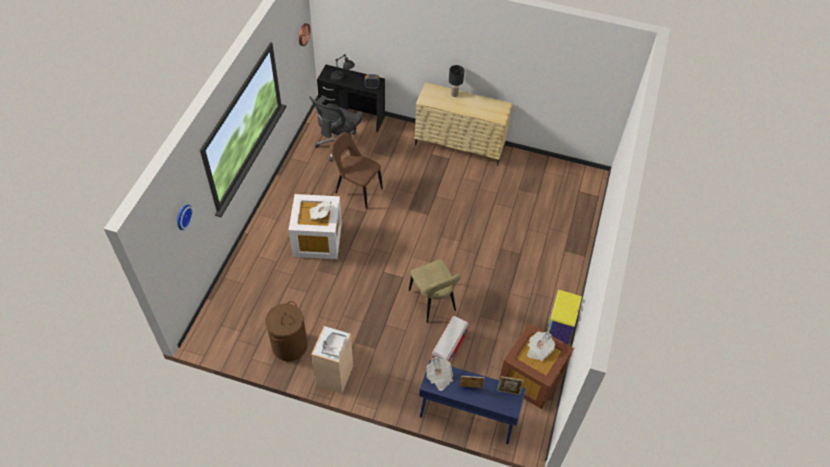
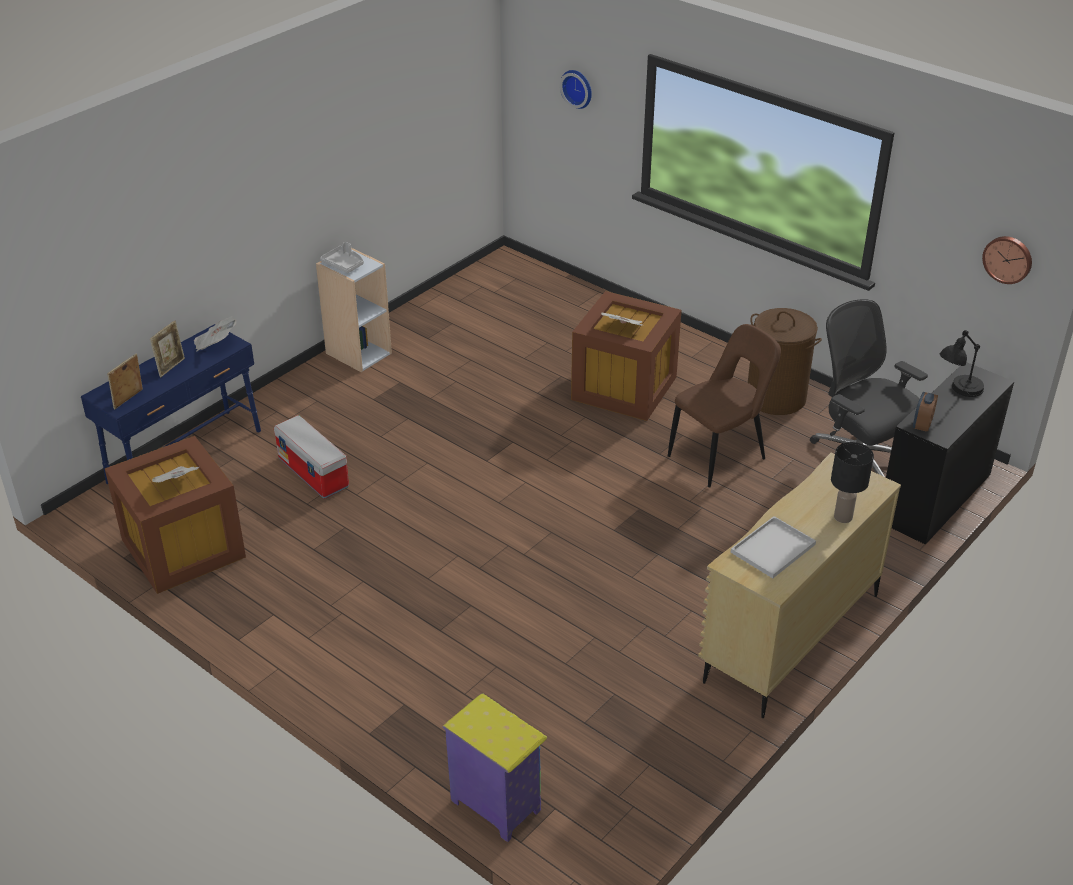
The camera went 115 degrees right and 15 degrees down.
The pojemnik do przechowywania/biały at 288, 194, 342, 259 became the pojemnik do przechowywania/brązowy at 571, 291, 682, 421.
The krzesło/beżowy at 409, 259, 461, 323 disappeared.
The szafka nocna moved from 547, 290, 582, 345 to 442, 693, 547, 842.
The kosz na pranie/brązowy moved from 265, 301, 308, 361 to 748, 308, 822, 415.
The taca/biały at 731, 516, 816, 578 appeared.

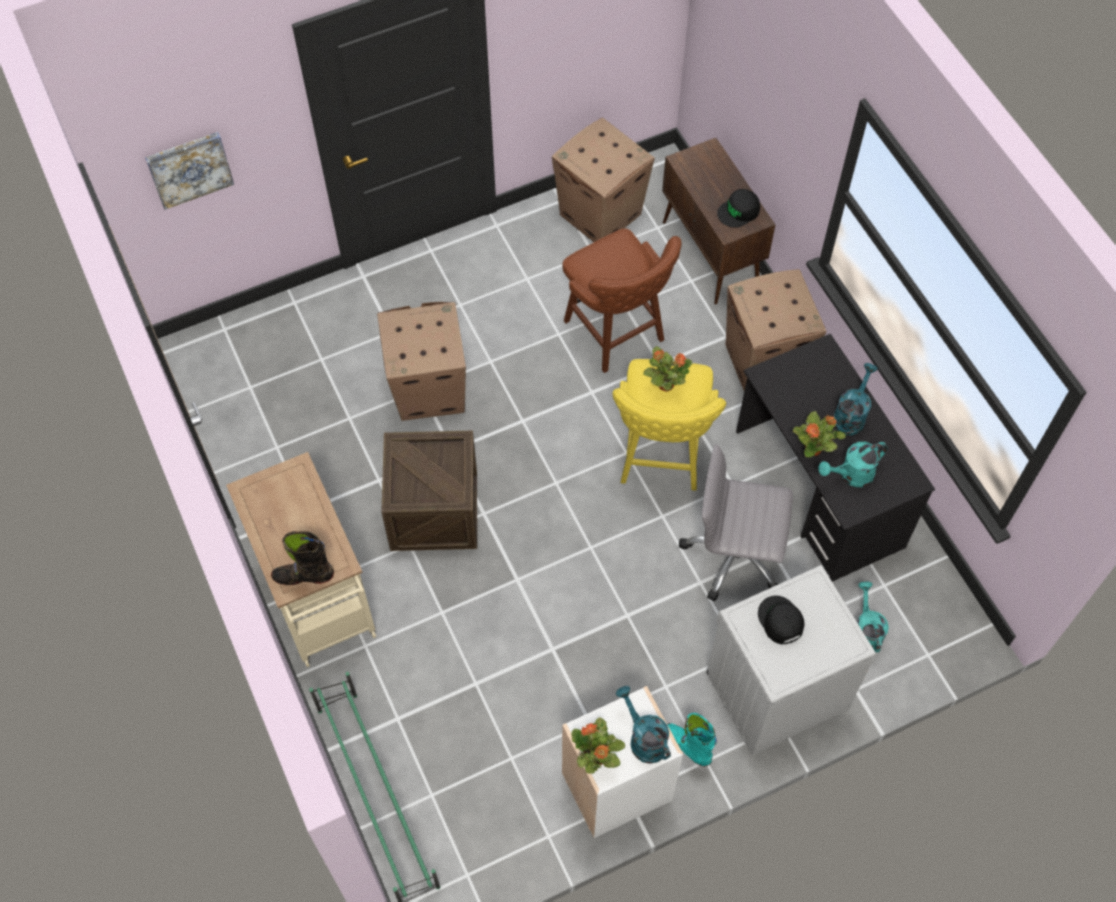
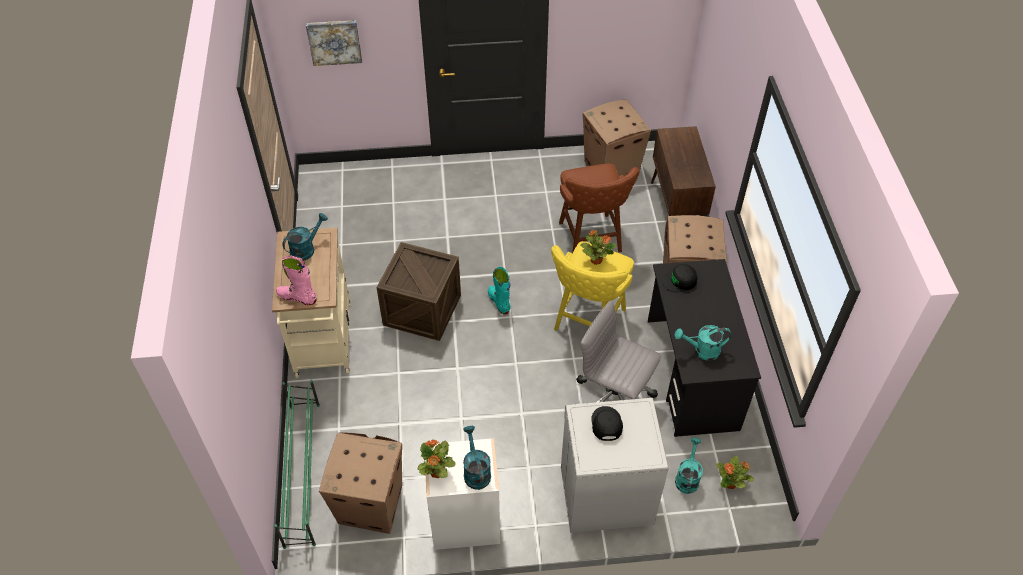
The camera went 20 degrees right and 10 degrees down.
The czapka z daszkiem/czarny moved from 717, 189, 760, 228 to 662, 264, 698, 292.
The karton moved from 377, 302, 466, 421 to 319, 432, 402, 534.
The konewka/turkusowy moved from 833, 363, 878, 435 to 282, 213, 328, 260.
The roślina doniczkowa moved from 793, 411, 846, 457 to 716, 456, 754, 489.
The but z cholewką/czarny at 271, 531, 334, 585 became the but z cholewką/różowy at 276, 255, 316, 305.
The but z cholewką/turkusowy moved from 667, 713, 717, 766 to 488, 267, 511, 314.

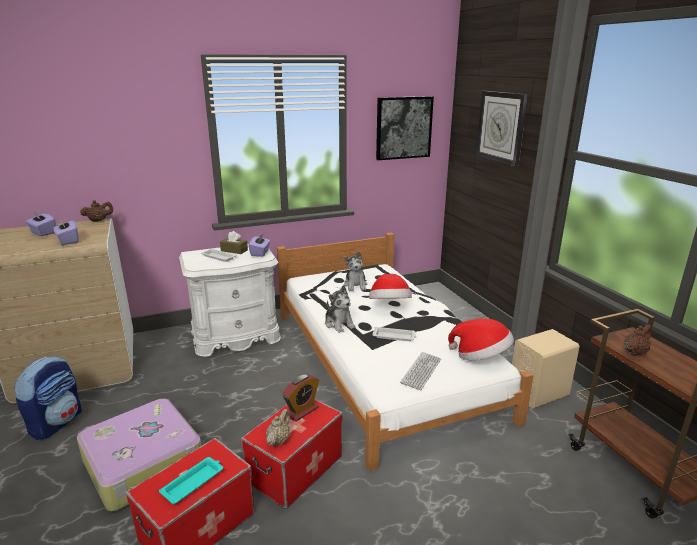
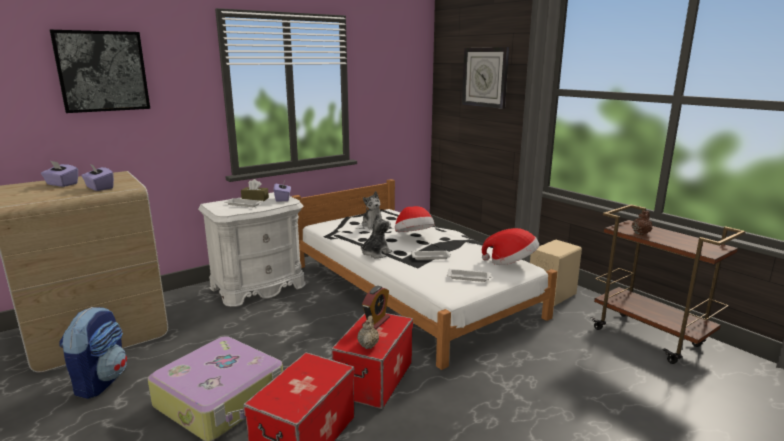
The camera went 15 degrees left and 5 degrees down.
The obraz moved from 376, 96, 434, 160 to 50, 30, 150, 113.
The imbryk/brązowy at 80, 200, 113, 222 disappeared.
The pluszak at 325, 285, 356, 333 turned 90 degrees counterclockwise.
The klawiatura at 400, 352, 441, 390 was replaced by the taca/biały at 447, 268, 491, 282.
The taca/turkusowy at 159, 457, 223, 504 disappeared.

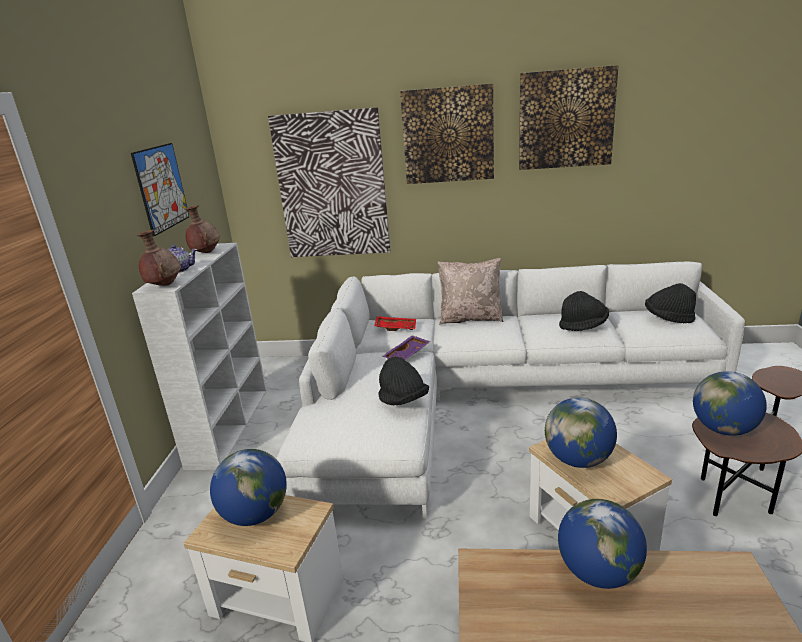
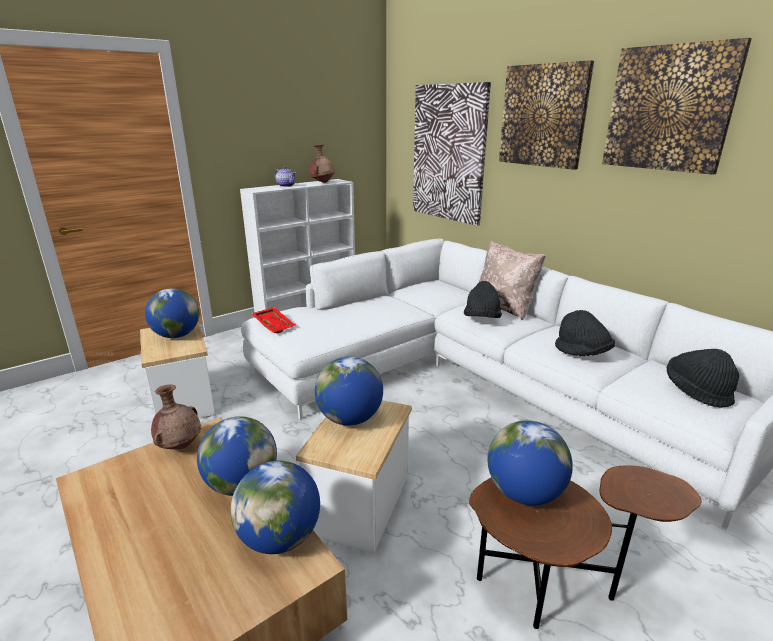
The camera went 45 degrees right and 0 degrees up.
The obraz at 131, 143, 189, 237 disappeared.
The wazon/brązowy moved from 137, 230, 181, 286 to 151, 385, 201, 449.
The taca/czerwony moved from 374, 316, 416, 331 to 251, 307, 295, 333.
The taca/fioletowy at 383, 335, 430, 360 disappeared.
The kapelusz/czarny moved from 378, 357, 429, 405 to 464, 281, 502, 318.
The globus at 230, 461, 320, 554 appeared.

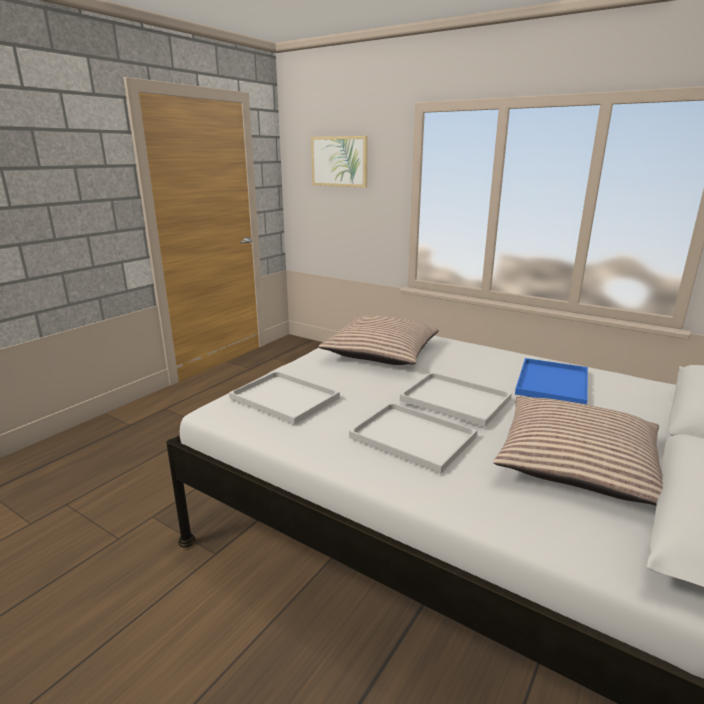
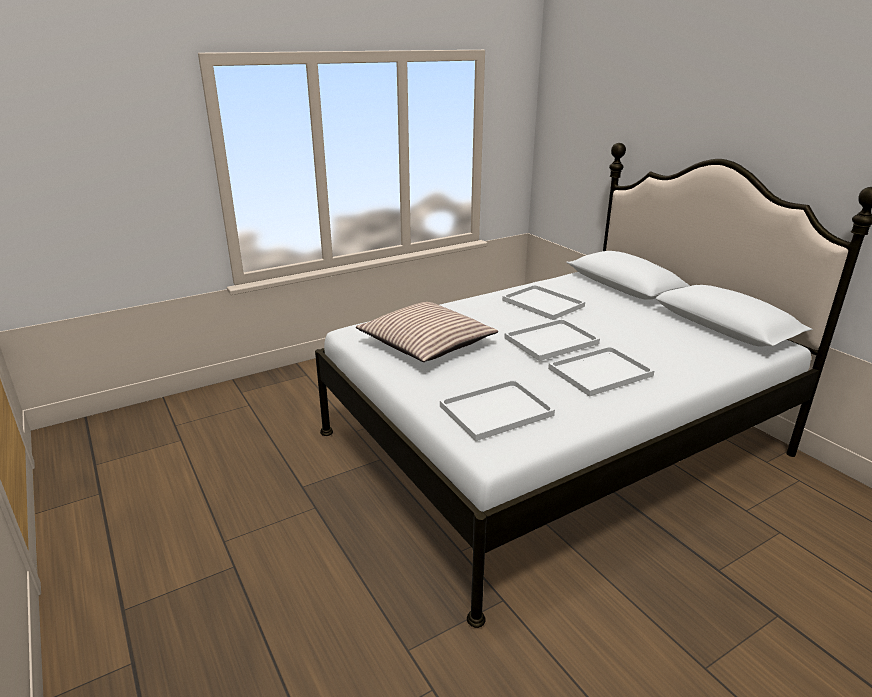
The camera went 65 degrees left and 5 degrees up.
The obraz at 311, 136, 368, 188 disappeared.
The taca/niebieski at 515, 358, 588, 405 became the taca/biały at 502, 284, 585, 320.
The poduszka at 493, 396, 663, 506 disappeared.

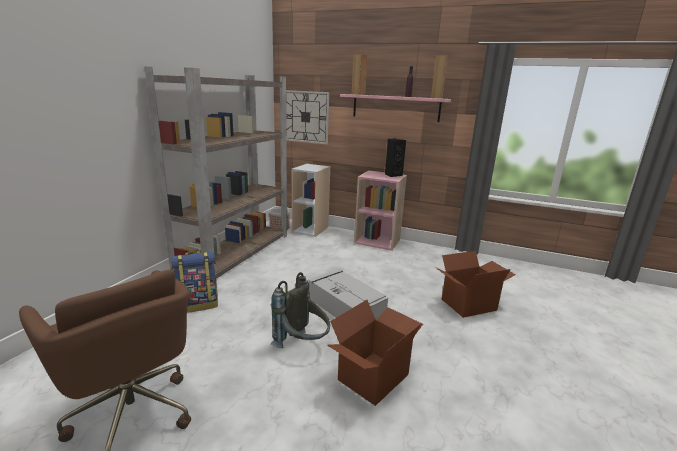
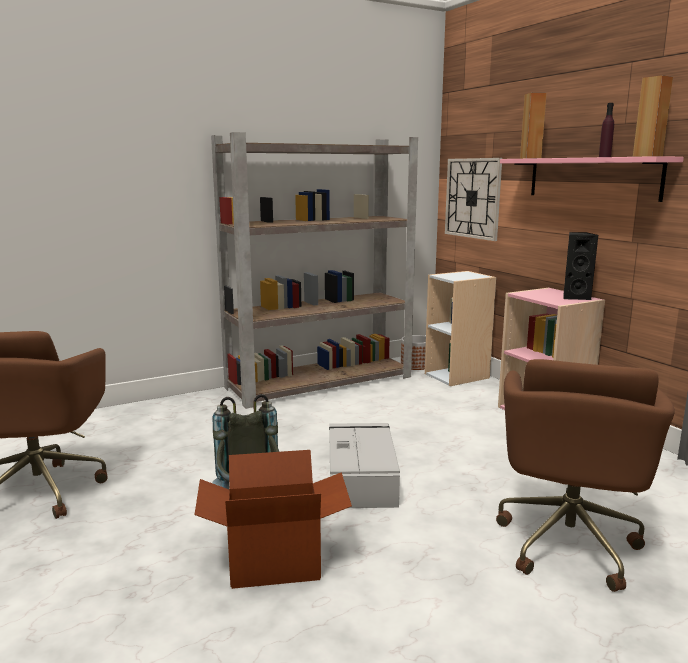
The camera went 40 degrees right and 5 degrees down.
The plecak at 171, 251, 218, 313 disappeared.
The karton at 435, 251, 516, 318 was replaced by the krzesło biurowe/brązowy at 496, 359, 675, 592.

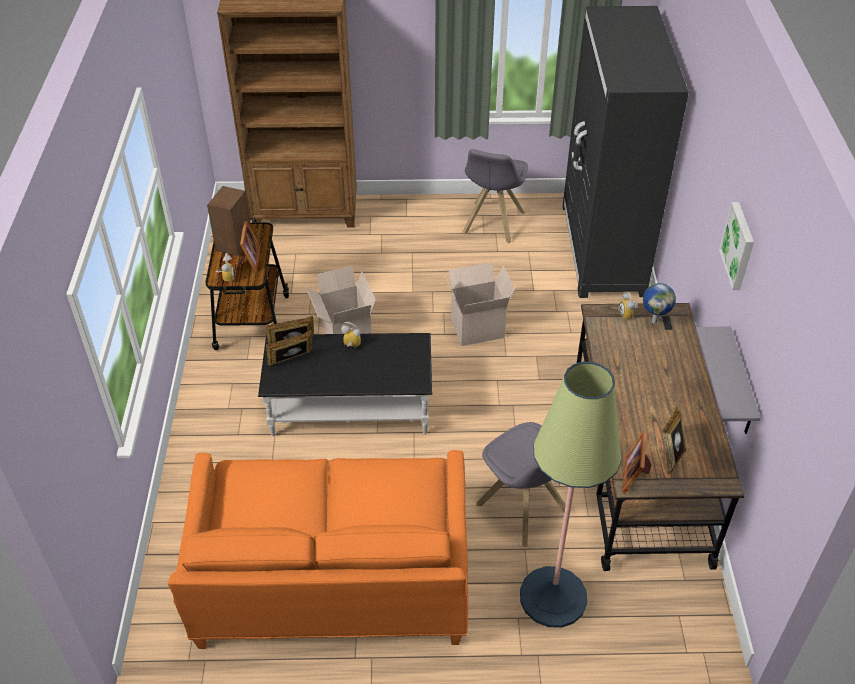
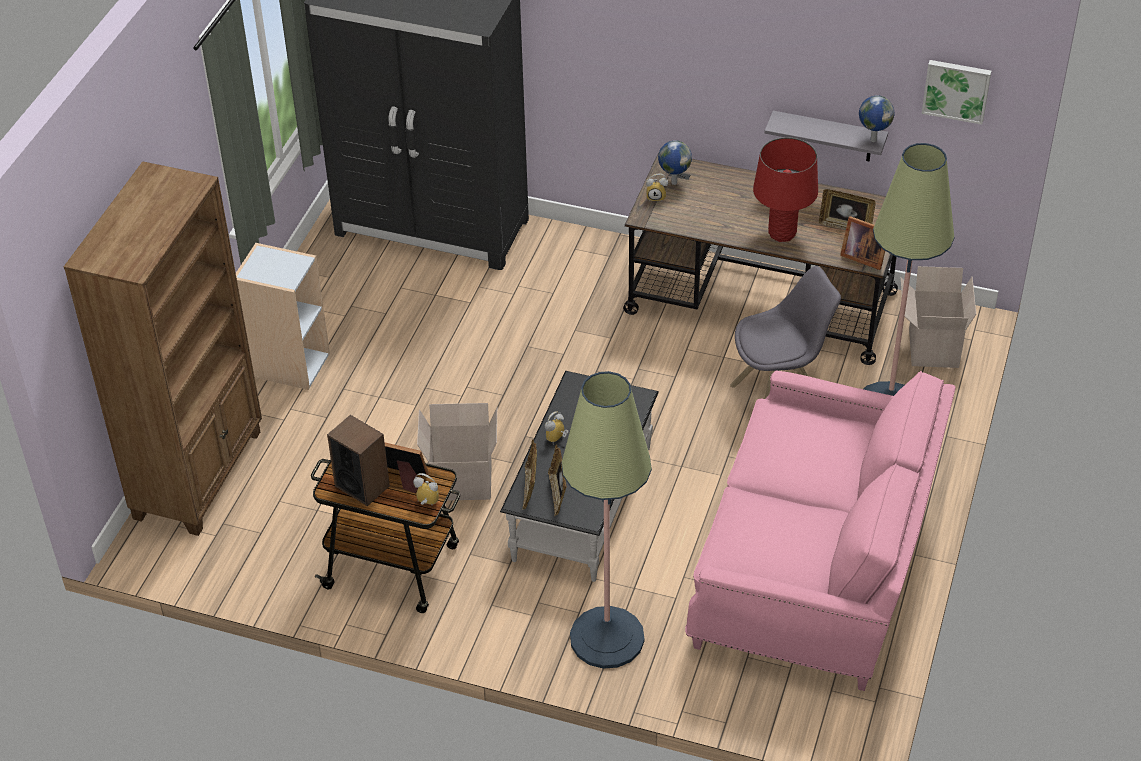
The camera went 70 degrees left and 0 degrees up.
The krzesło/szary at 462, 149, 528, 243 disappeared.
The obraz moved from 719, 202, 754, 290 to 921, 60, 991, 125.
The karton moved from 445, 262, 515, 346 to 901, 266, 976, 368.
The kanapa/pomarańczowy at 168, 450, 468, 649 became the kanapa/różowy at 685, 370, 955, 691.
The globus at 859, 95, 895, 142 appeared.
The lampa stołowa/czerwony at 753, 137, 818, 242 appeared.
The regał at 236, 243, 330, 390 appeared.
The lampa stojąca at 561, 371, 652, 669 appeared.

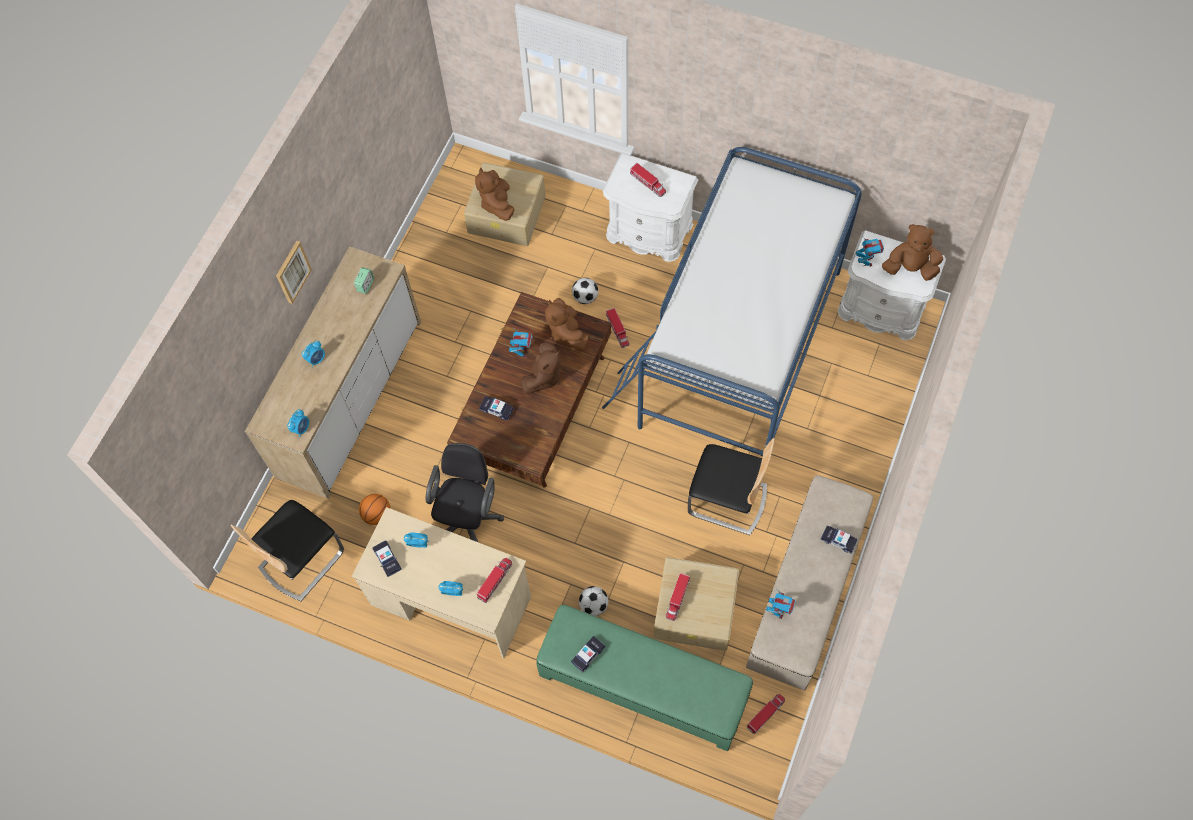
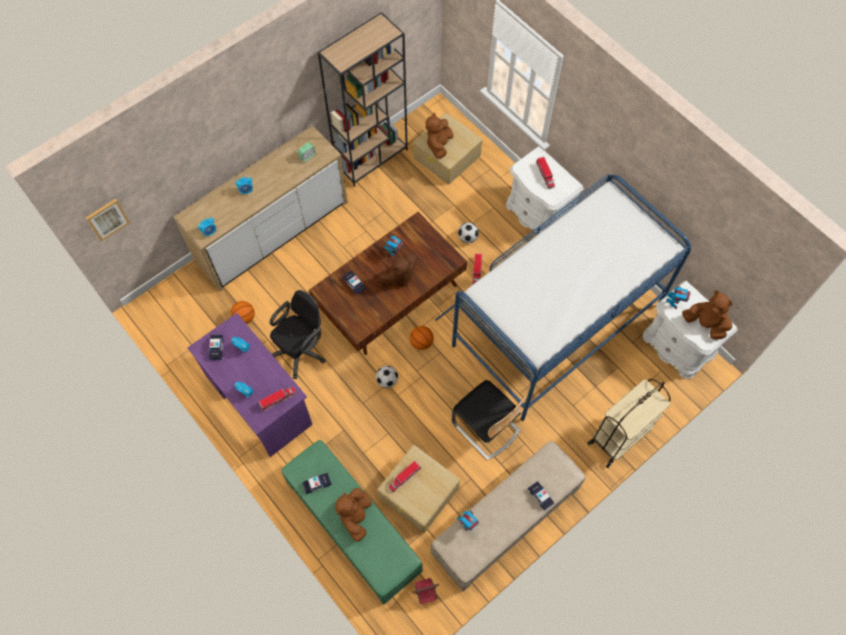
The camera went 25 degrees right and 0 degrees up.
The obraz moved from 276, 241, 312, 304 to 86, 198, 130, 241.
The pluszak/brązowy moved from 545, 298, 589, 350 to 335, 488, 372, 542.
The krzesło at 230, 500, 344, 601 disappeared.
The biurko/beżowy at 351, 507, 531, 658 became the biurko/fioletowy at 188, 313, 313, 457.
The piłka futbolowa moved from 579, 586, 608, 616 to 376, 366, 398, 388.
The ciężarówka zabawkowa at 747, 694, 785, 734 was replaced by the domek at 412, 578, 439, 605.
The regał at 317, 12, 408, 187 appeared.
The piłka do koszykówki at 410, 326, 434, 350 appeared.
The wózek/beżowy at 587, 379, 671, 468 appeared.

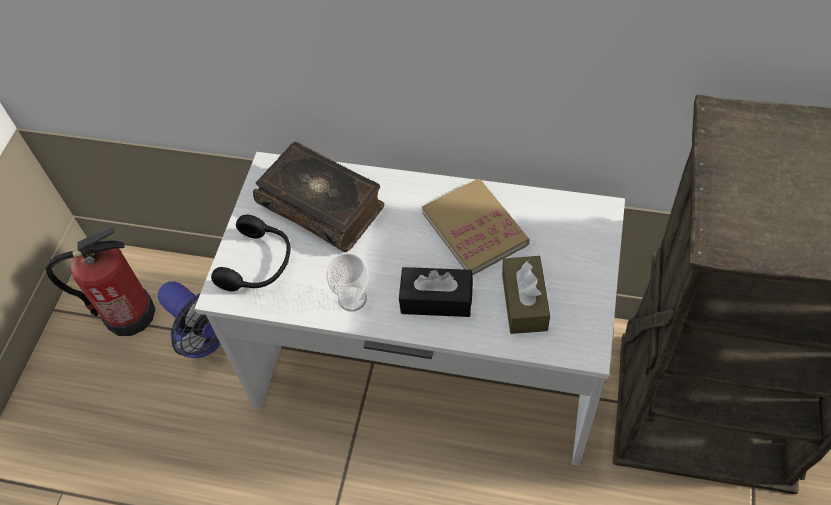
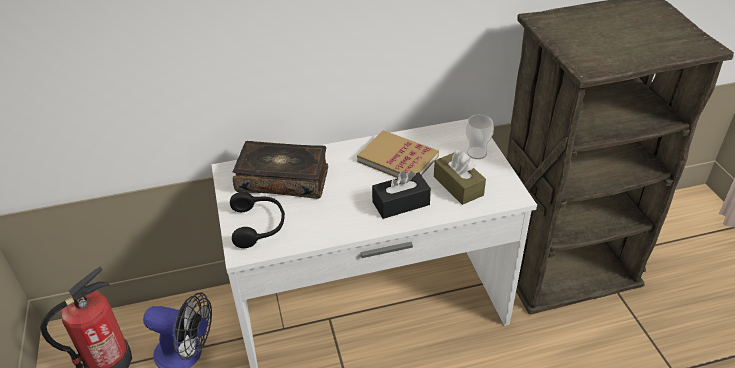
The camera went 30 degrees left and 15 degrees down.
The filiżanka moved from 326, 253, 369, 312 to 465, 115, 494, 159.

